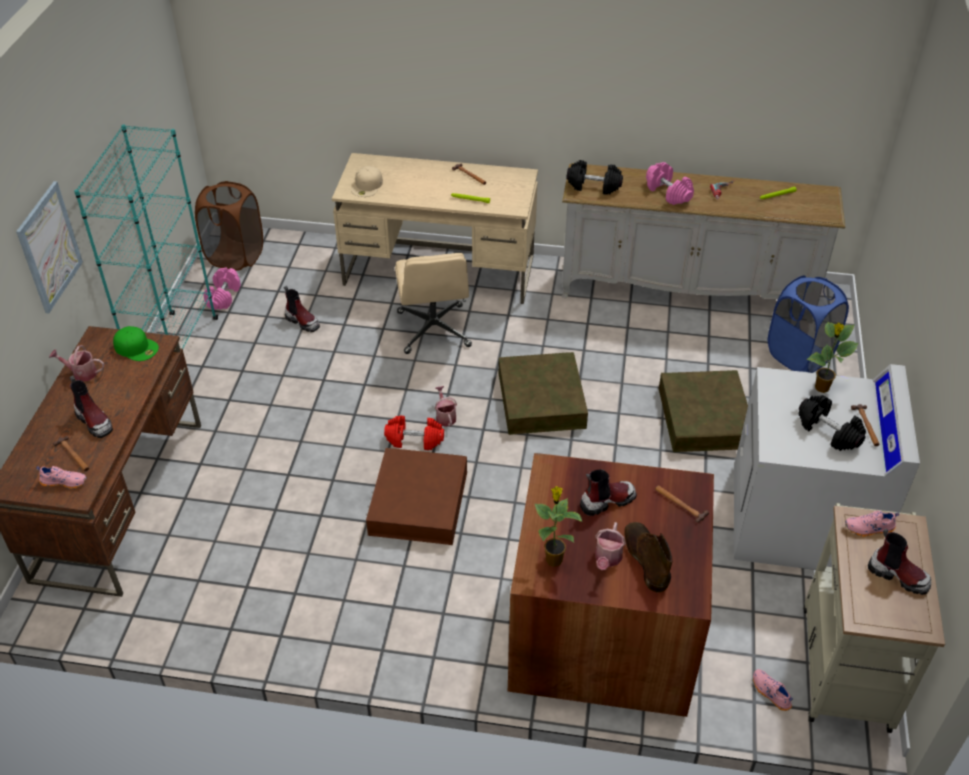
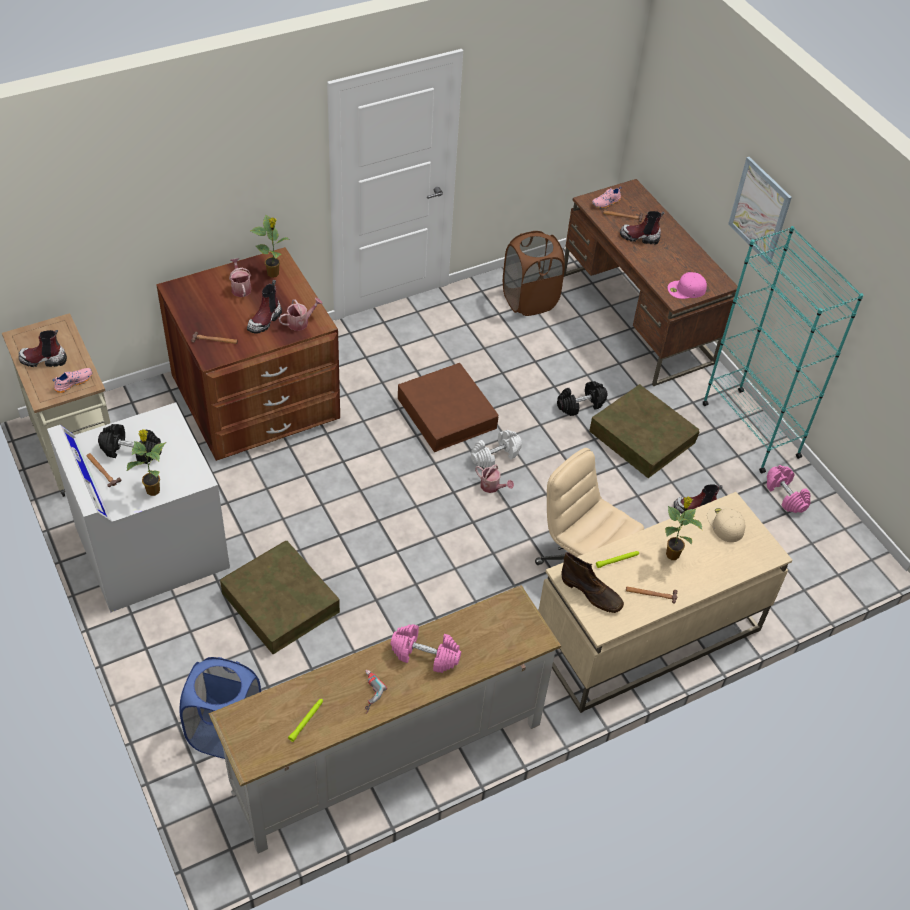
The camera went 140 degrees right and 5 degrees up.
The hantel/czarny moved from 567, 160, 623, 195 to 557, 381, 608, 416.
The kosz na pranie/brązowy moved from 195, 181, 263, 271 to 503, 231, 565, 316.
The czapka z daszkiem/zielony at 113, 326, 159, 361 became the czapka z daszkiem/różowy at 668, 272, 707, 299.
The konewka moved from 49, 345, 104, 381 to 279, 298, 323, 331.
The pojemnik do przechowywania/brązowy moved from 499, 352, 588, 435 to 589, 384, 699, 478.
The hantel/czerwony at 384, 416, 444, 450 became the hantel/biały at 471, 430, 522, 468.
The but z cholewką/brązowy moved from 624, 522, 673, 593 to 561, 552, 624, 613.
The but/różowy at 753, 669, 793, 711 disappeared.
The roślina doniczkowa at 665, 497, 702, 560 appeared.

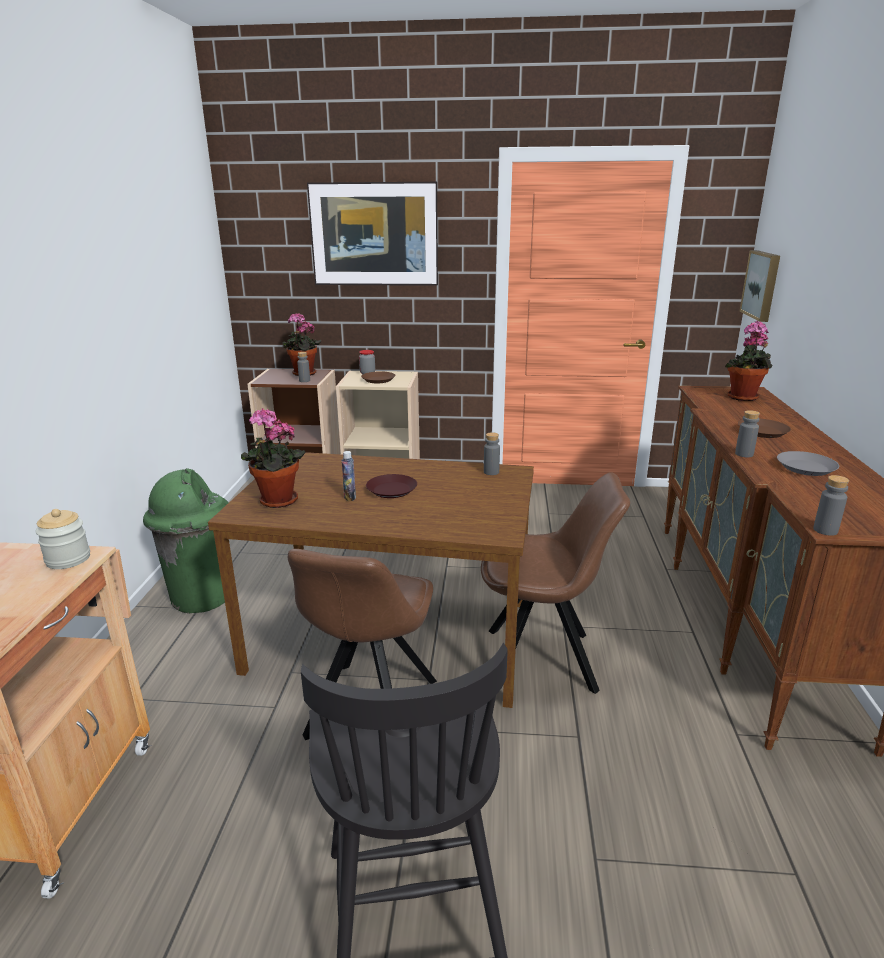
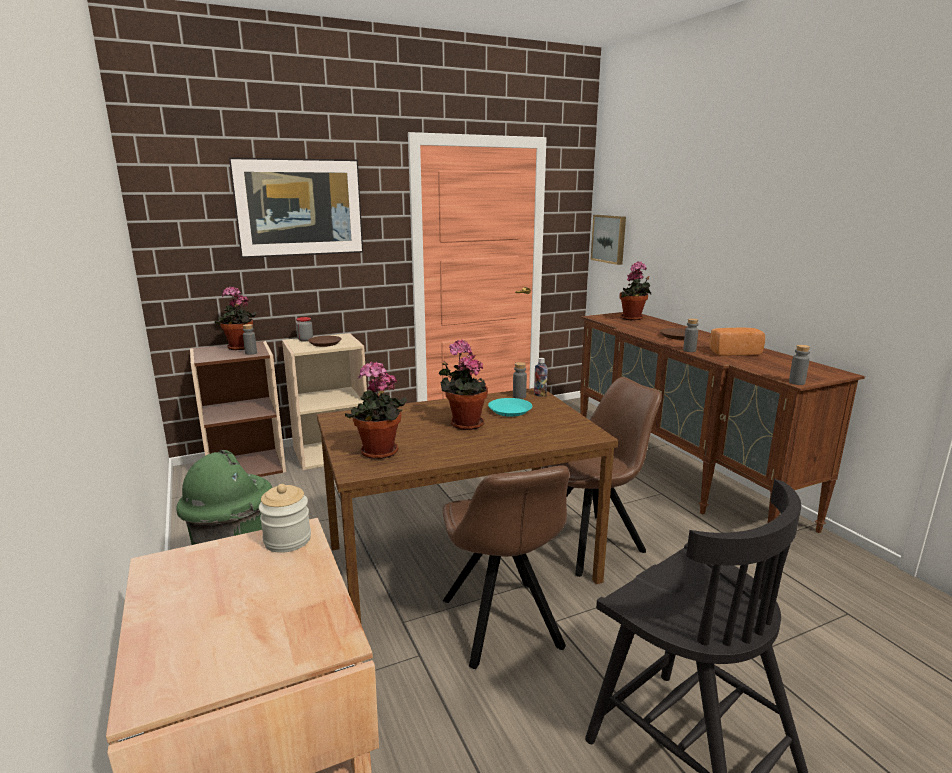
The camera went 30 degrees left and 5 degrees down.
The butelka moved from 342, 451, 356, 501 to 534, 358, 547, 397.
The talerz/szary at 777, 451, 839, 476 was replaced by the chleb at 710, 328, 765, 356.
The talerz/brązowy at 366, 474, 417, 498 was replaced by the roślina doniczkowa at 438, 339, 488, 430.
The talerz/turkusowy at 488, 398, 532, 417 appeared.

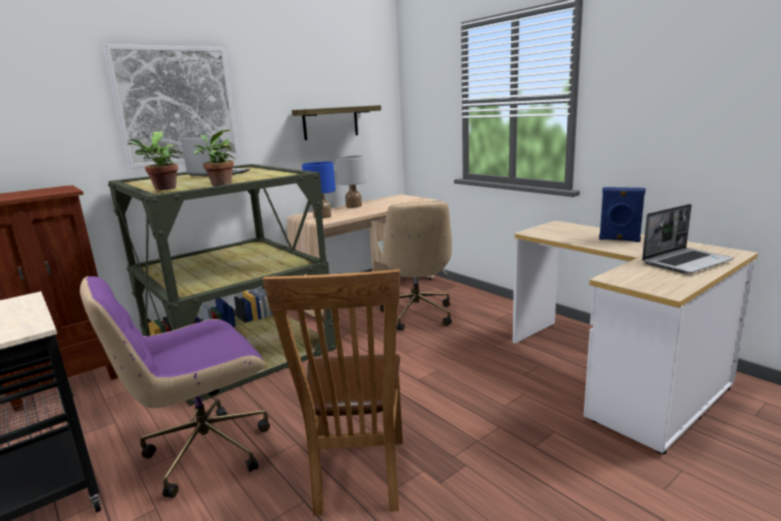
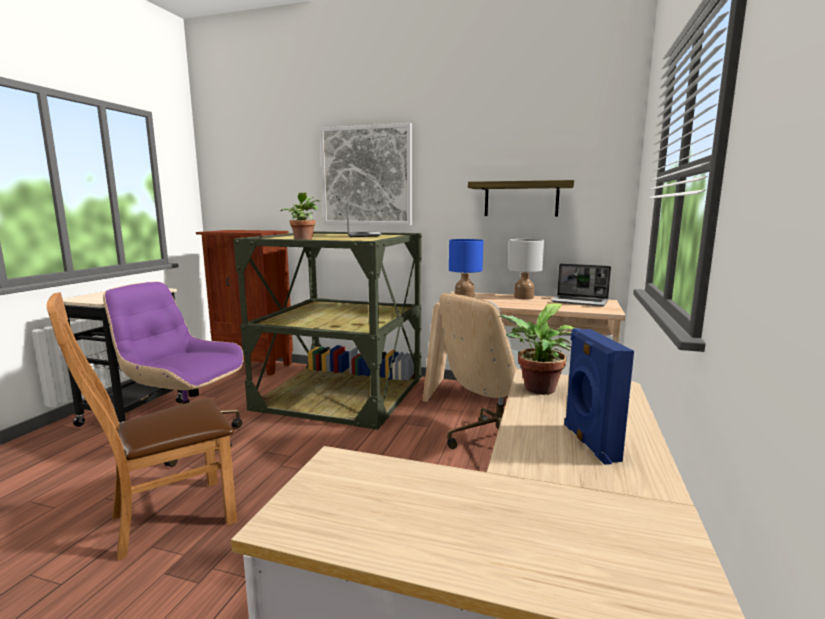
The camera went 55 degrees right and 5 degrees down.
The roślina doniczkowa moved from 127, 132, 183, 190 to 498, 303, 575, 395.
The laptop moved from 642, 204, 734, 274 to 551, 263, 611, 307.

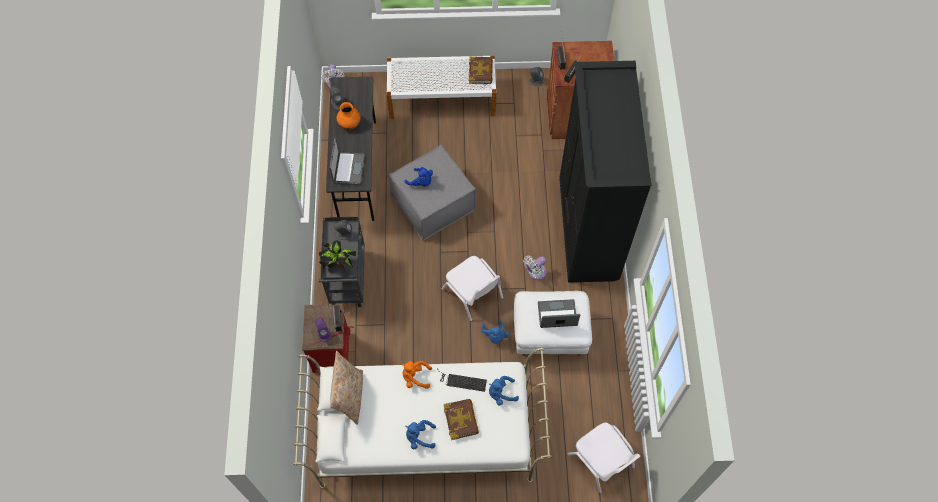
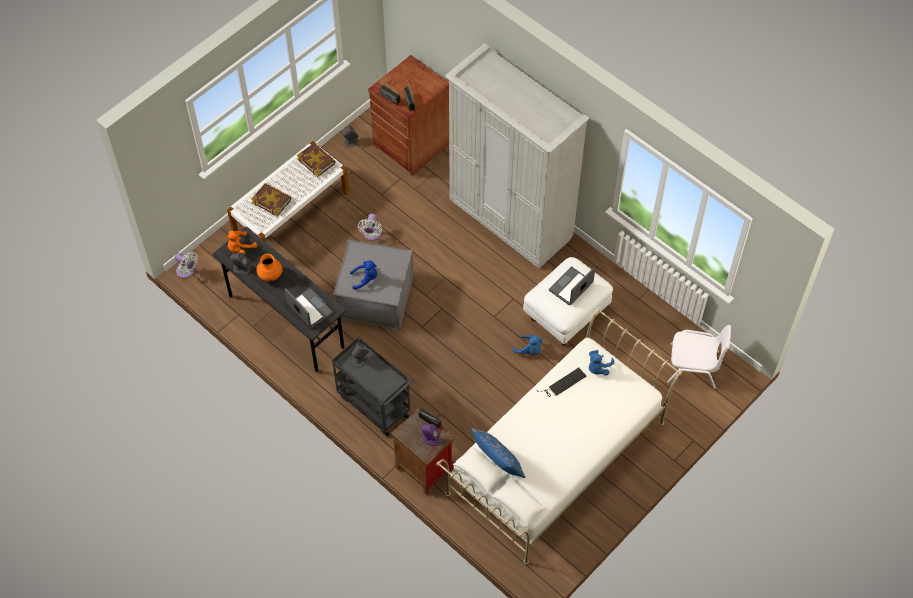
The camera went 45 degrees left and 5 degrees down.
The szafa/czarny at 559, 61, 652, 283 became the szafa/biały at 445, 43, 590, 268.
The roślina doniczkowa at 319, 240, 356, 270 disappeared.
The krzesło/biały at 442, 256, 503, 321 disappeared.
The wentylator/biały moved from 523, 256, 547, 280 to 357, 214, 382, 241.
The poduszka/beżowy at 330, 351, 363, 425 became the poduszka/niebieski at 471, 428, 525, 478.
The pluszak/pomarańczowy moved from 402, 361, 432, 389 to 226, 231, 257, 254.
The książka moved from 444, 399, 479, 440 to 251, 183, 291, 217.
The pluszak/niebieski at 405, 420, 436, 449 disappeared.

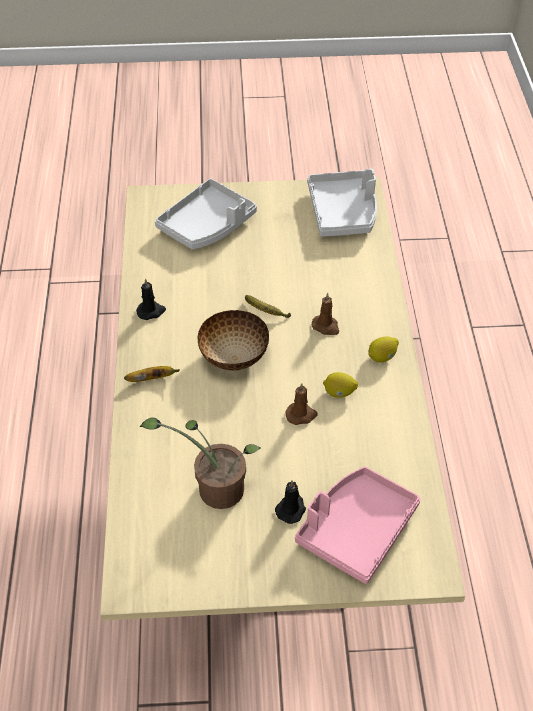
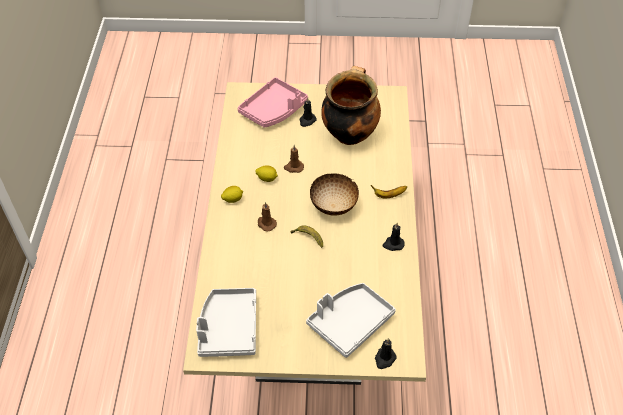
The camera went 175 degrees left and 0 degrees up.
The roślina doniczkowa at 140, 418, 261, 509 was replaced by the garnek at 321, 66, 381, 145.
The świeca/czarny at 375, 339, 397, 369 appeared.

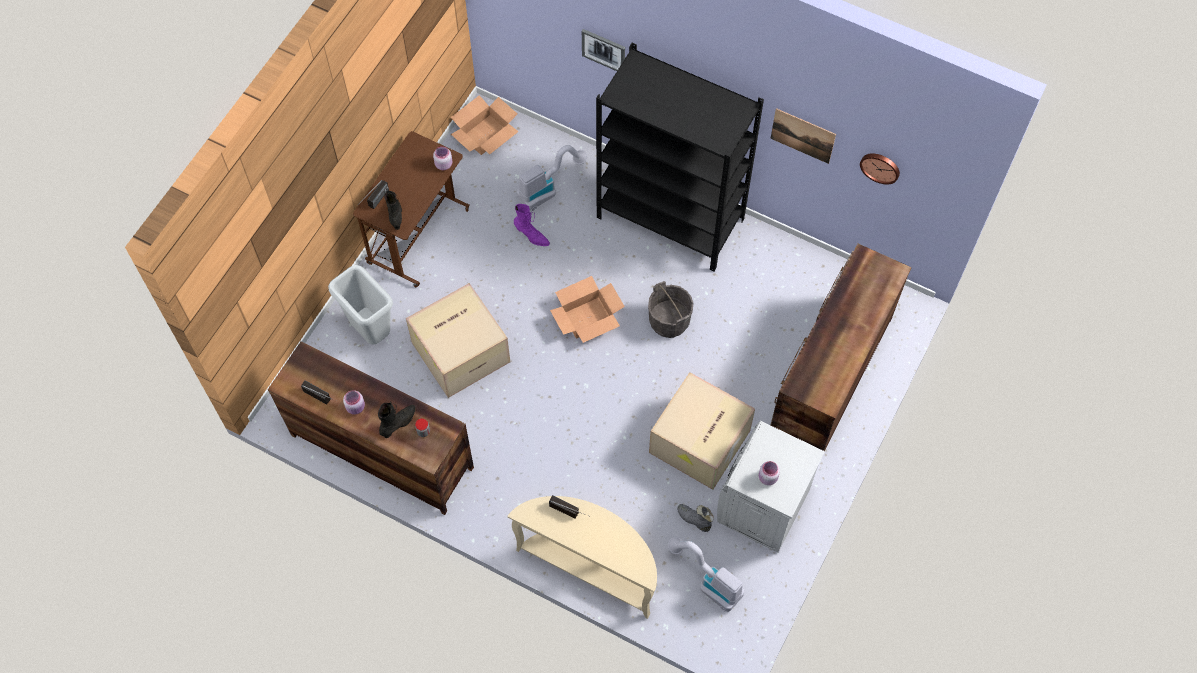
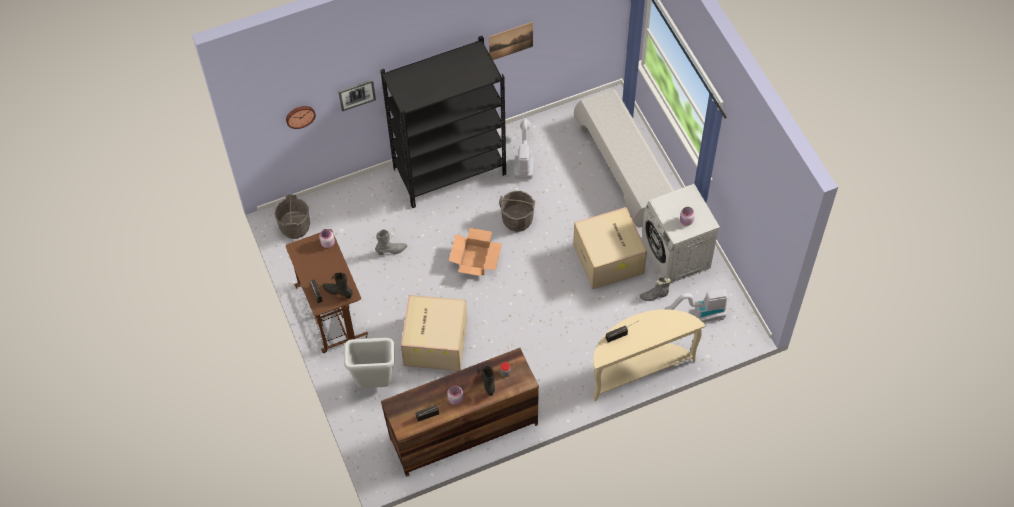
The camera went 50 degrees left and 5 degrees down.
The karton at 450, 95, 519, 155 was replaced by the wiadro/szary at 274, 194, 310, 239.
The odkurzacz moved from 517, 145, 587, 211 to 514, 118, 534, 180.
The zegar ścienny moved from 860, 153, 900, 184 to 286, 106, 316, 129.
The but z cholewką/fioletowy at 514, 204, 550, 246 became the but z cholewką/szary at 375, 229, 408, 255.
The szafka/brązowy at 771, 244, 912, 451 was replaced by the ławka/szary at 574, 89, 675, 228.

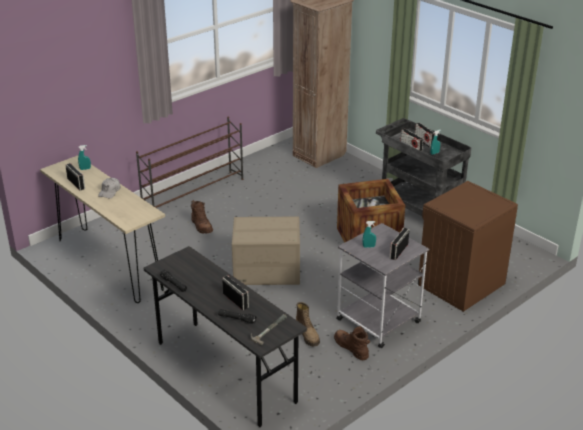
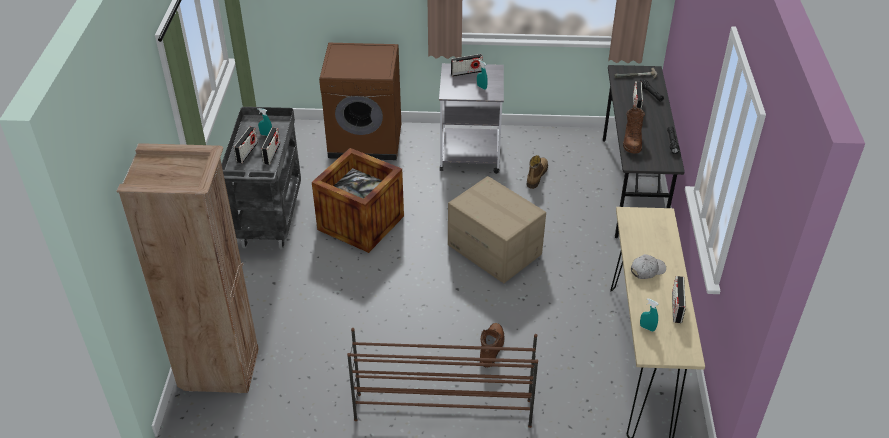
The camera went 135 degrees left and 10 degrees up.
The but z cholewką/brązowy moved from 334, 326, 370, 360 to 623, 105, 645, 153.

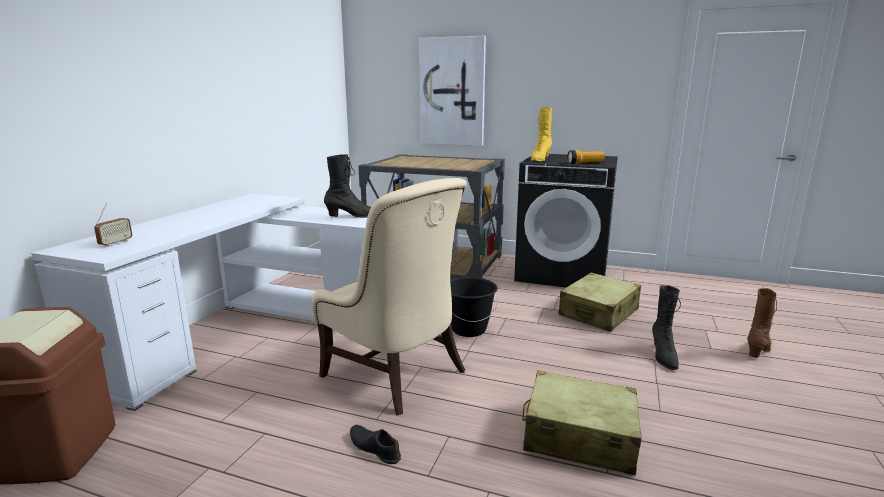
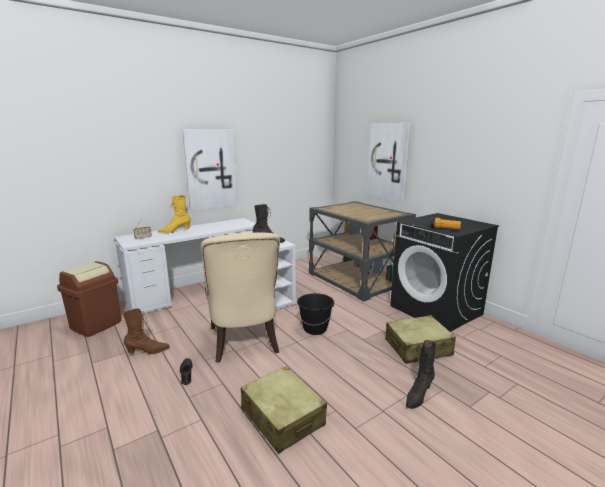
The camera went 35 degrees right and 0 degrees up.
The but z cholewką/żółty moved from 531, 107, 552, 161 to 158, 195, 191, 233.
The but z cholewką/brązowy moved from 747, 288, 777, 358 to 123, 308, 170, 354.
The obraz at 182, 129, 238, 211 appeared.

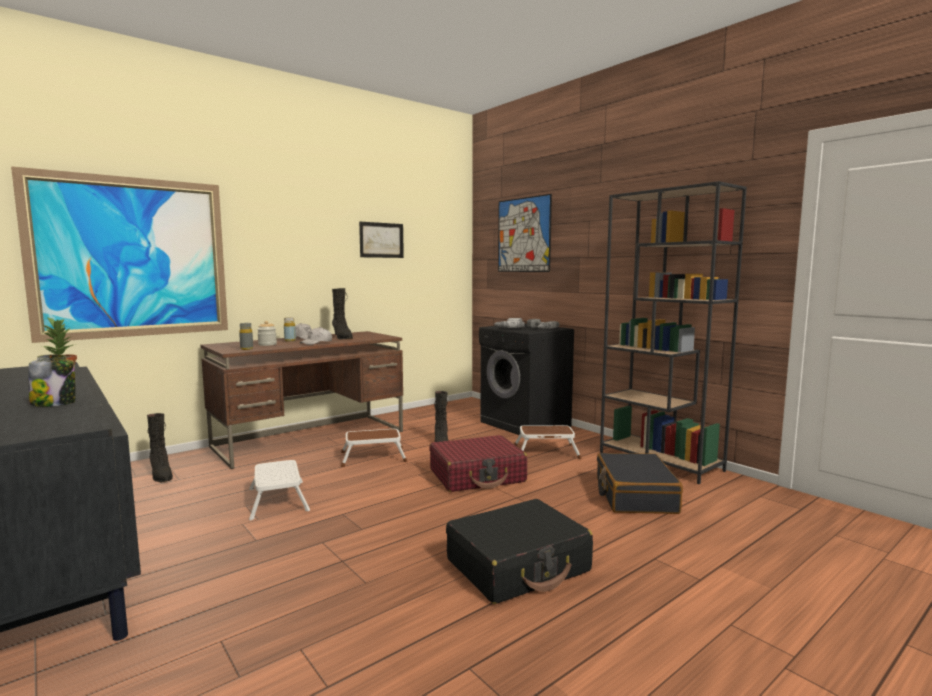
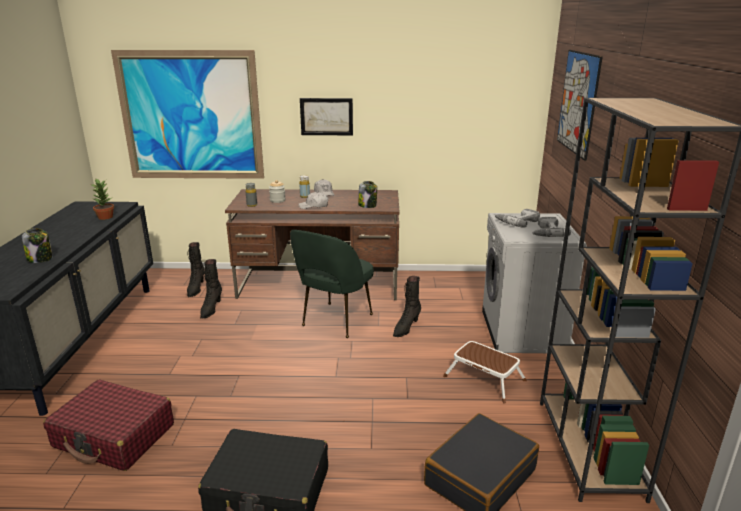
The camera went 40 degrees right and 15 degrees up.
The obraz moved from 359, 222, 404, 258 to 300, 98, 353, 135.
The but z cholewką/czarny moved from 332, 288, 353, 339 to 200, 259, 222, 318.
The pralka/czarny at 479, 323, 574, 435 became the pralka/biały at 482, 213, 586, 353.
The drabinka/brązowy at 341, 429, 408, 467 was replaced by the krzesło/zielony at 290, 230, 374, 338.
The walizka/czerwony moved from 429, 435, 527, 492 to 43, 380, 174, 471.
The drabinka/biały at 249, 460, 310, 520 disappeared.
The słoik at 358, 181, 377, 208 appeared.

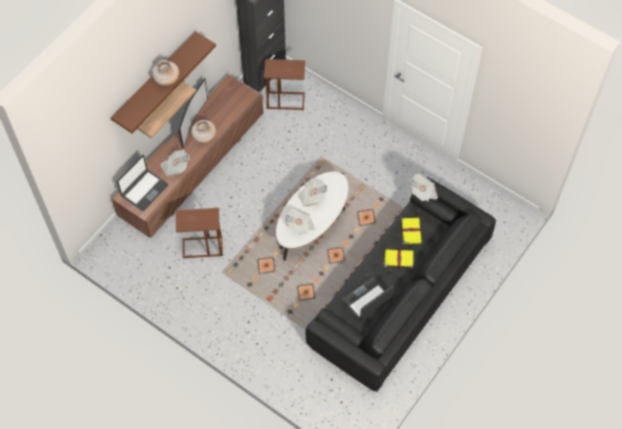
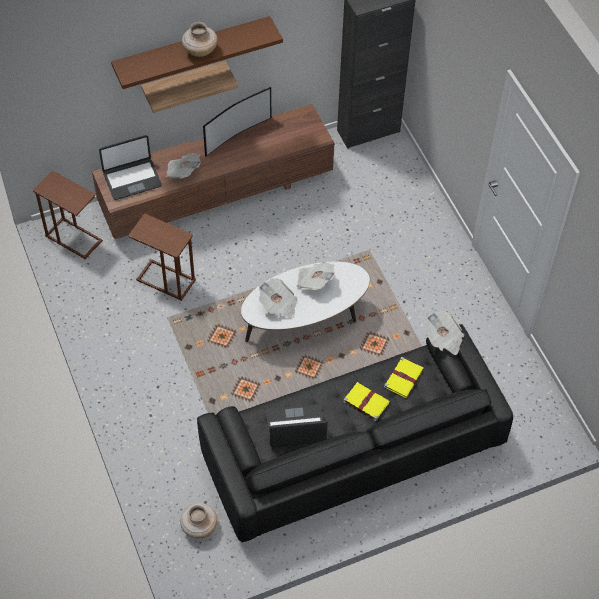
The camera went 30 degrees right and 5 degrees down.
The stolik/brązowy moved from 264, 59, 305, 110 to 33, 170, 103, 260.
The wazon/beżowy moved from 191, 120, 216, 143 to 180, 503, 217, 539.

